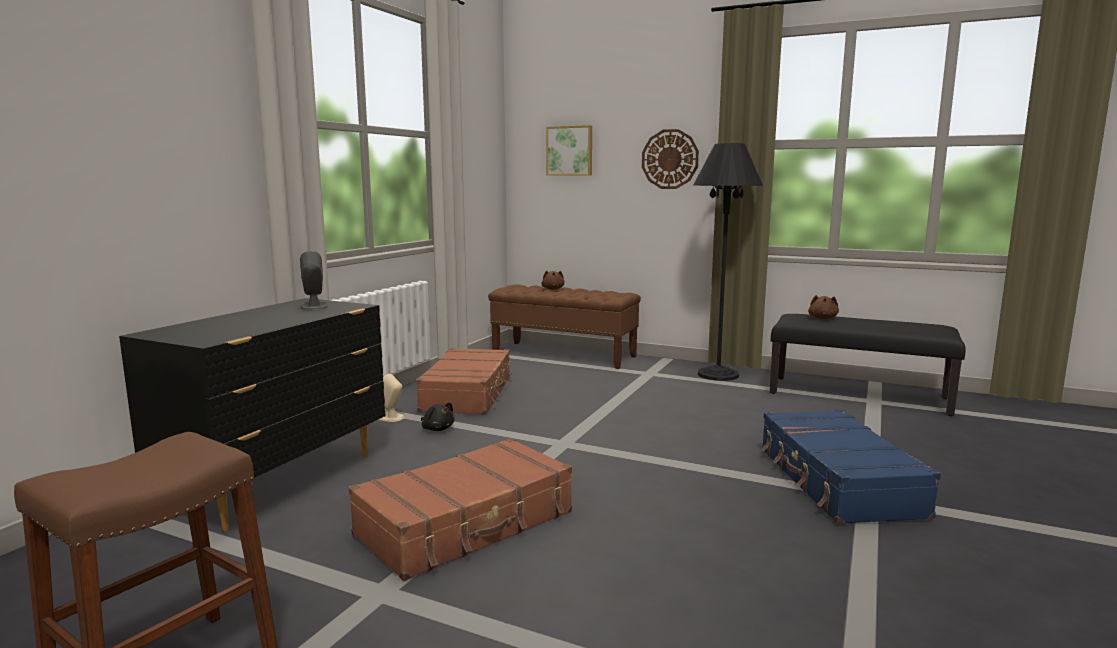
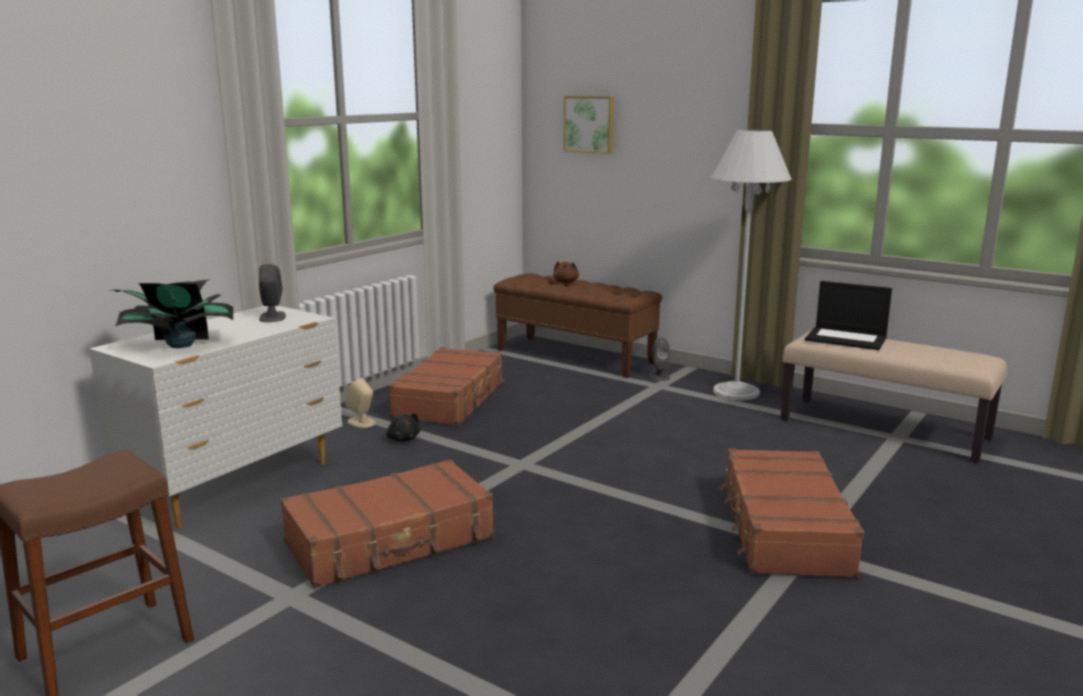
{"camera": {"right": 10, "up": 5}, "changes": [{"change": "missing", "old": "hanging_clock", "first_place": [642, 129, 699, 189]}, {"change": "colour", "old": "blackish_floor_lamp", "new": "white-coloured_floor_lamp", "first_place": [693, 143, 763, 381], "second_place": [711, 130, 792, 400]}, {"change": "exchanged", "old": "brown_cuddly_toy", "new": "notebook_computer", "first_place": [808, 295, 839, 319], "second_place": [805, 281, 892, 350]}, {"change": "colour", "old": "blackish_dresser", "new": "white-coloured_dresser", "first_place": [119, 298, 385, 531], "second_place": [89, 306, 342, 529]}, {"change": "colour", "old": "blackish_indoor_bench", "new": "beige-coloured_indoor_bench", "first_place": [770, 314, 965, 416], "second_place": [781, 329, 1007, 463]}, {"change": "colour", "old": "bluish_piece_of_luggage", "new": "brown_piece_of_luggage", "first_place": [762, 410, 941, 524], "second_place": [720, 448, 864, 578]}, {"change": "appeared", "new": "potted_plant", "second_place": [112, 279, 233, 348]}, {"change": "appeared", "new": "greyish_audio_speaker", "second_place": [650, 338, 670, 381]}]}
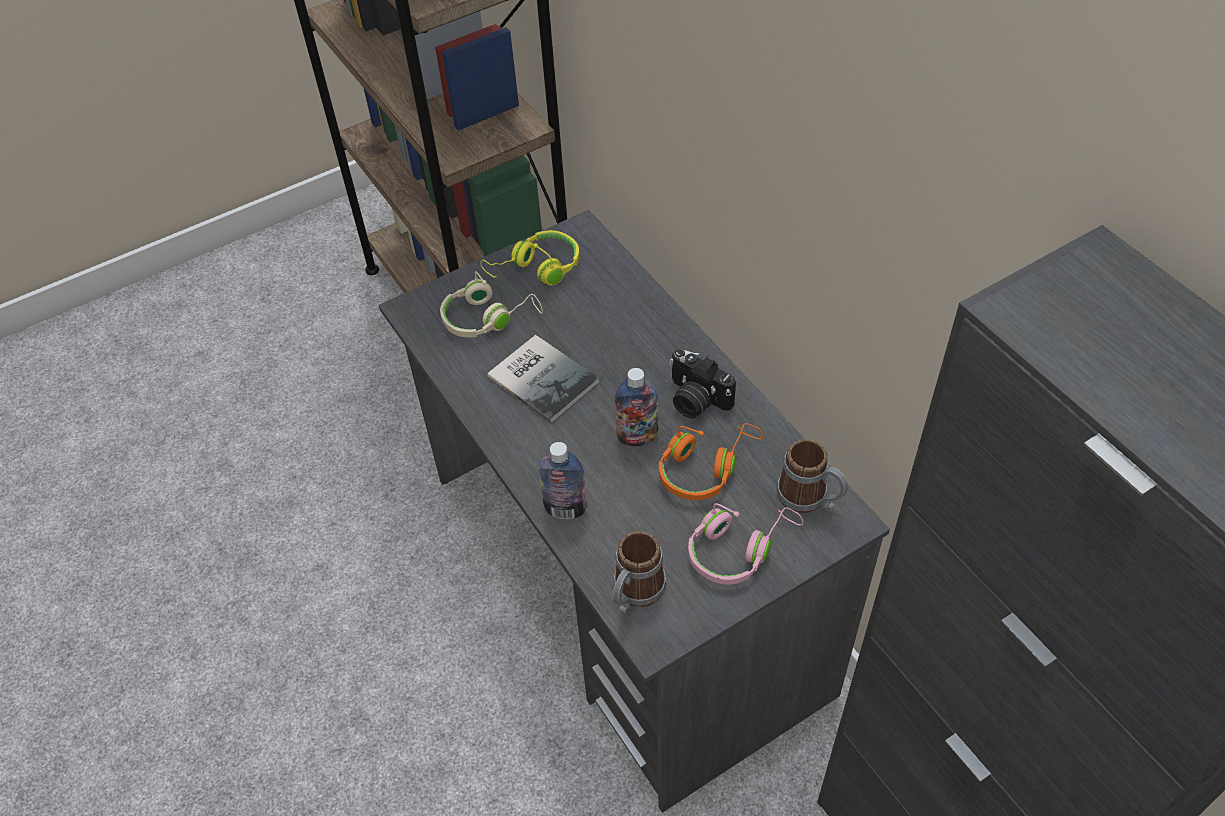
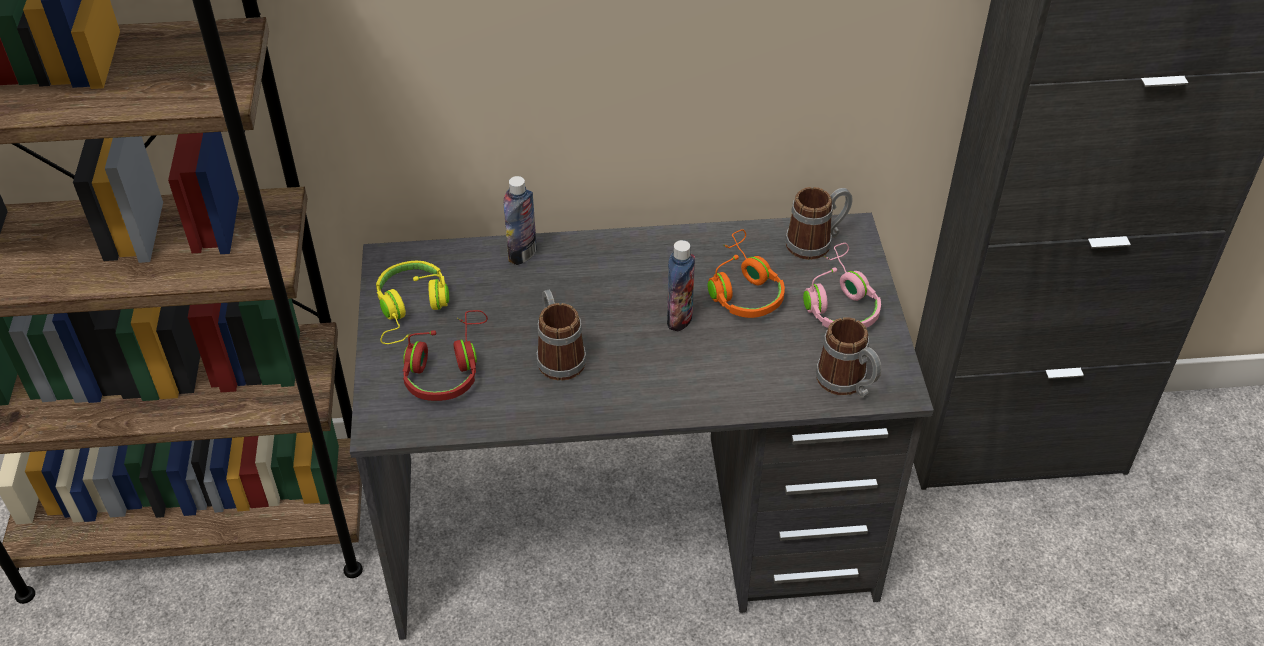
{"camera": {"right": -65, "up": -5}, "changes": [{"change": "colour", "old": "beige-coloured_headphones", "new": "red_headphones", "first_place": [440, 271, 543, 337], "second_place": [403, 310, 488, 401]}, {"change": "exchanged", "old": "book", "new": "coffee_mug", "first_place": [487, 335, 599, 423], "second_place": [536, 290, 587, 381]}, {"change": "missing", "old": "photo_camera", "first_place": [670, 349, 736, 418]}, {"change": "relocated", "old": "bottle", "first_place": [538, 442, 587, 519], "second_place": [504, 176, 537, 265]}]}
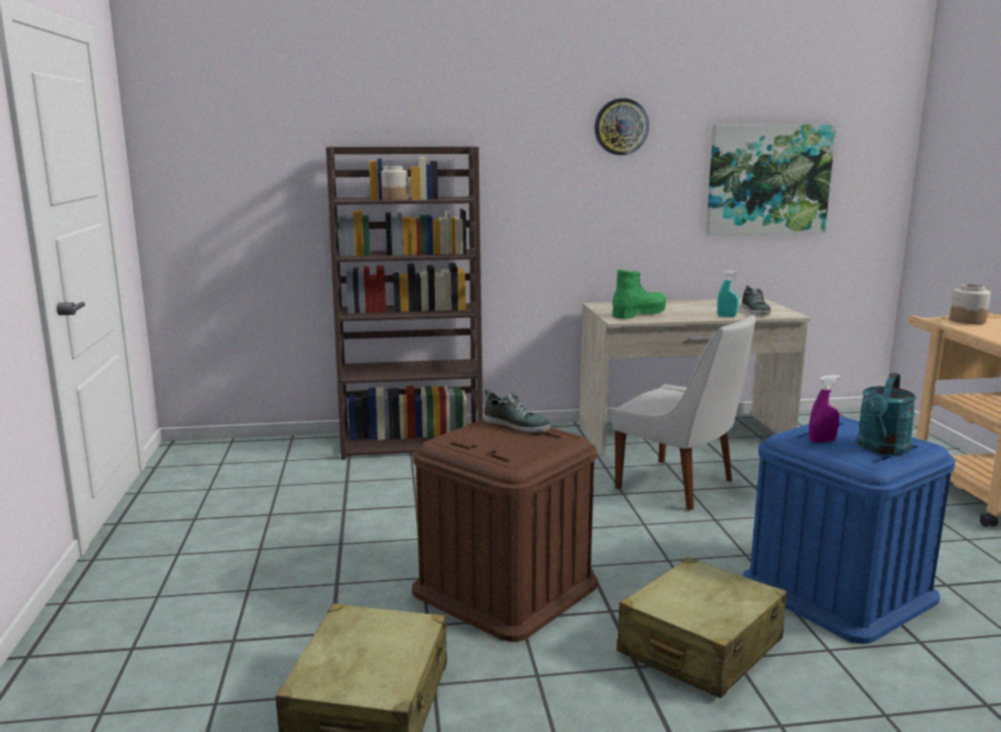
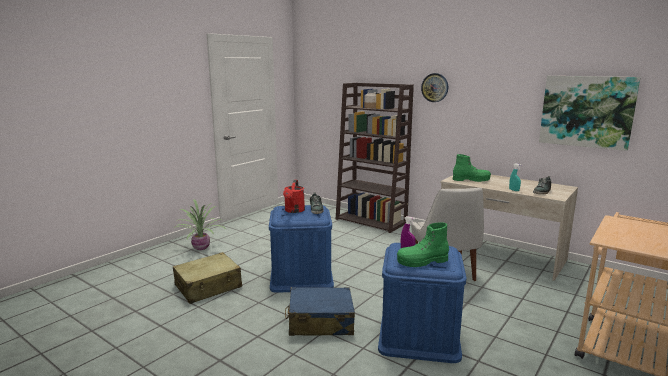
{"camera": {"right": 45, "up": 0}, "changes": [{"change": "relocated", "old": "hanging_clock", "first_place": [594, 98, 649, 155], "second_place": [421, 73, 448, 102]}, {"change": "missing", "old": "preserve_jar", "first_place": [950, 284, 991, 324]}, {"change": "exchanged", "old": "turquoise-coloured_watering_pot", "new": "greenish_boot", "first_place": [857, 373, 917, 455], "second_place": [397, 223, 449, 267]}, {"change": "colour", "old": "brown_storage_box", "new": "bluish_storage_box", "first_place": [412, 419, 598, 642], "second_place": [269, 205, 334, 293]}, {"change": "colour", "old": "beige-coloured_piece_of_luggage", "new": "bluish_piece_of_luggage", "first_place": [617, 557, 787, 698], "second_place": [285, 287, 355, 336]}, {"change": "appeared", "new": "red_watering_pot", "second_place": [283, 180, 305, 213]}, {"change": "appeared", "new": "potted_plant", "second_place": [172, 199, 227, 250]}]}
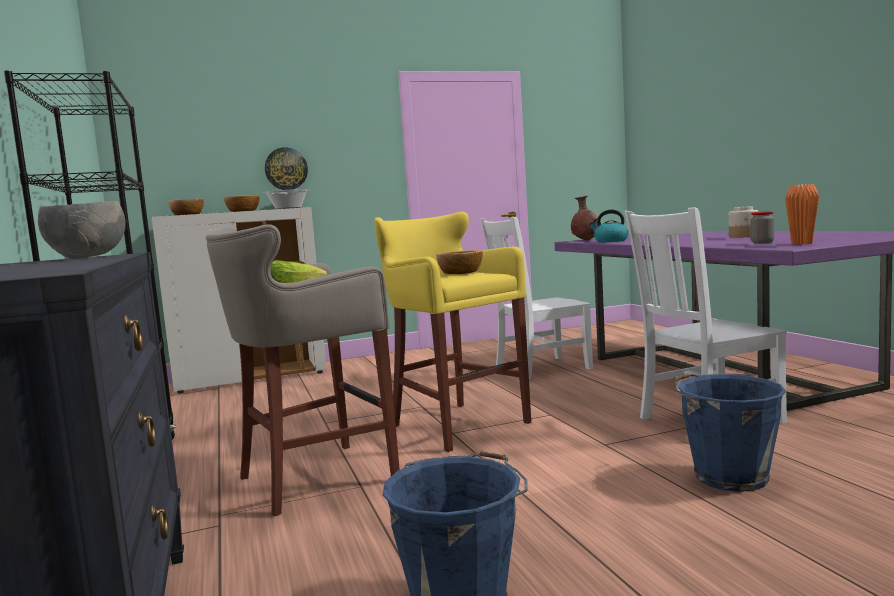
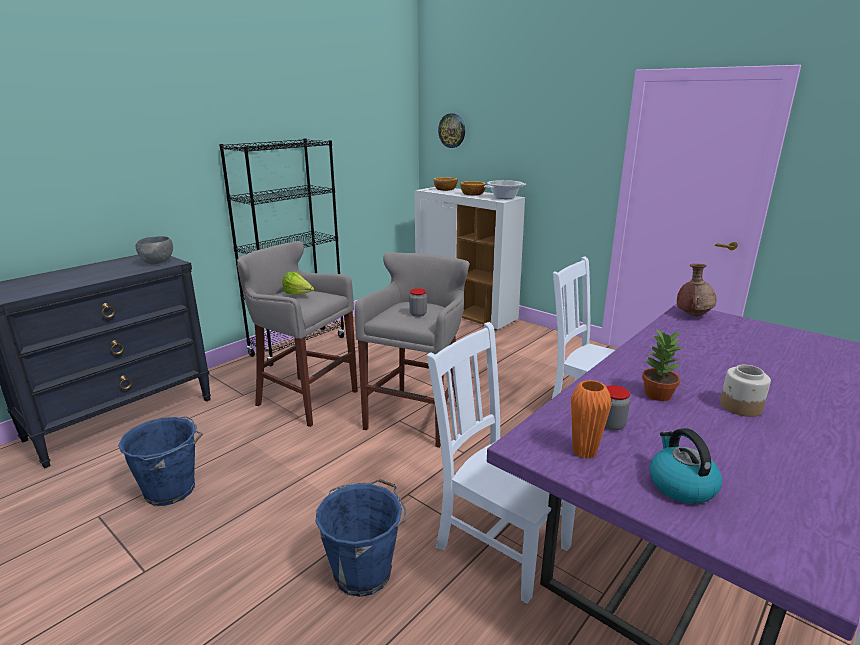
{"camera": {"right": 60, "up": 15}, "changes": [{"change": "relocated", "old": "hanging_clock", "first_place": [265, 147, 308, 190], "second_place": [438, 113, 465, 148]}, {"change": "relocated", "old": "water_kettle", "first_place": [589, 210, 628, 242], "second_place": [650, 428, 722, 504]}, {"change": "colour", "old": "yellowish_stool", "new": "greyish_stool", "first_place": [374, 212, 531, 452], "second_place": [355, 252, 469, 448]}, {"change": "exchanged", "old": "deep_dish", "new": "preserve_jar", "first_place": [436, 250, 483, 274], "second_place": [409, 288, 427, 317]}, {"change": "appeared", "new": "potted_plant", "second_place": [642, 329, 683, 401]}]}
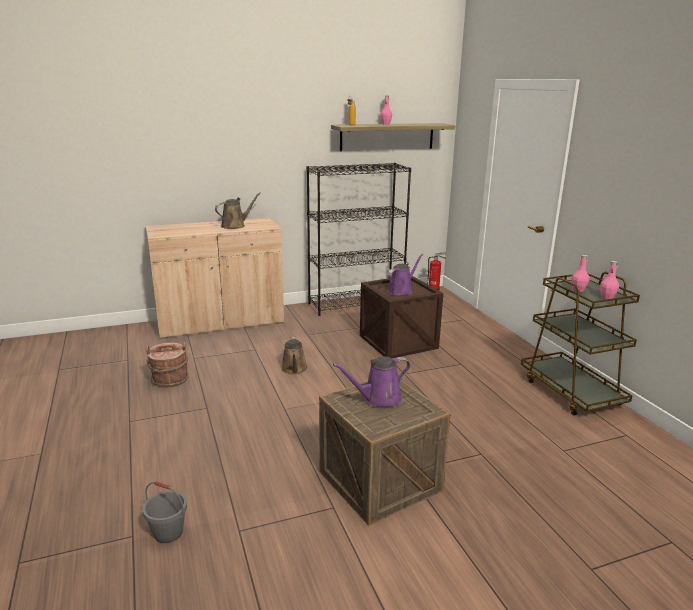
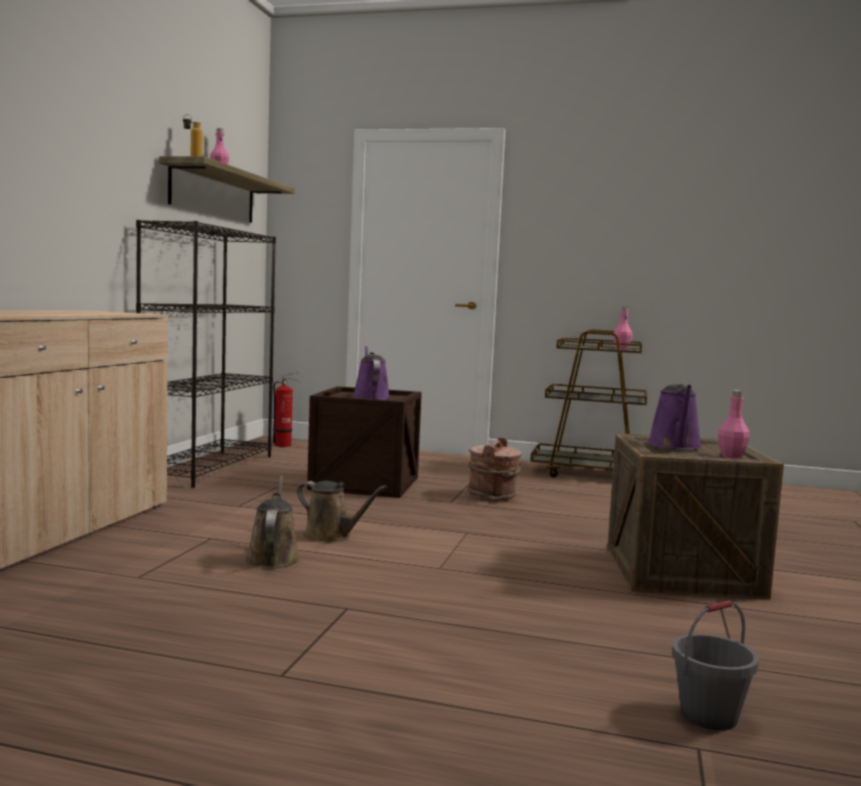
{"camera": {"right": -55, "up": -15}, "changes": [{"change": "relocated", "old": "brown_watering_pot", "first_place": [215, 192, 261, 229], "second_place": [245, 476, 300, 568]}, {"change": "relocated", "old": "pink_bottle", "first_place": [572, 255, 589, 292], "second_place": [718, 390, 750, 459]}, {"change": "relocated", "old": "brown_water_bucket", "first_place": [146, 342, 189, 388], "second_place": [467, 437, 522, 501]}]}
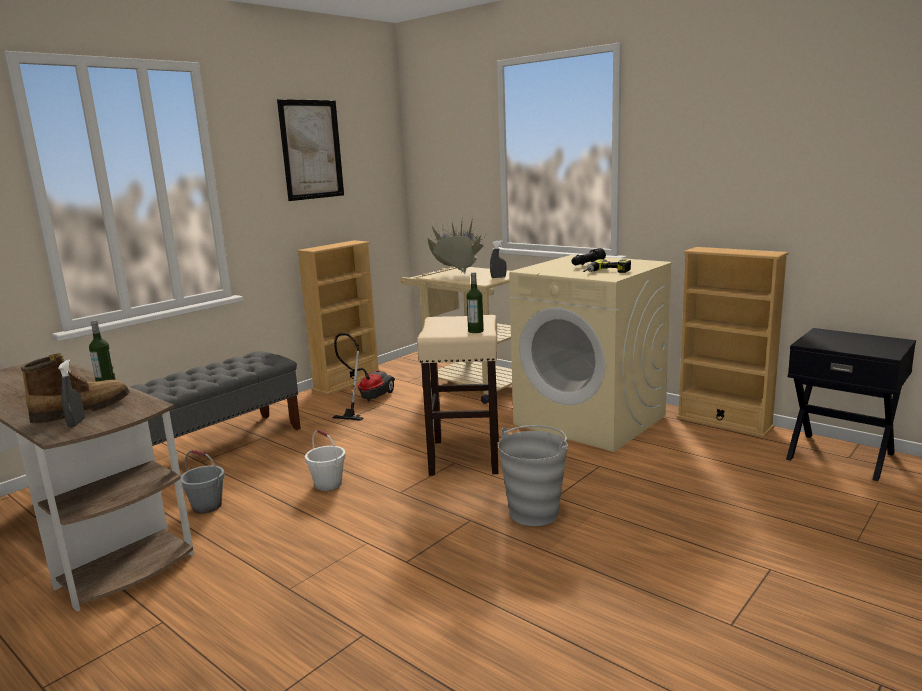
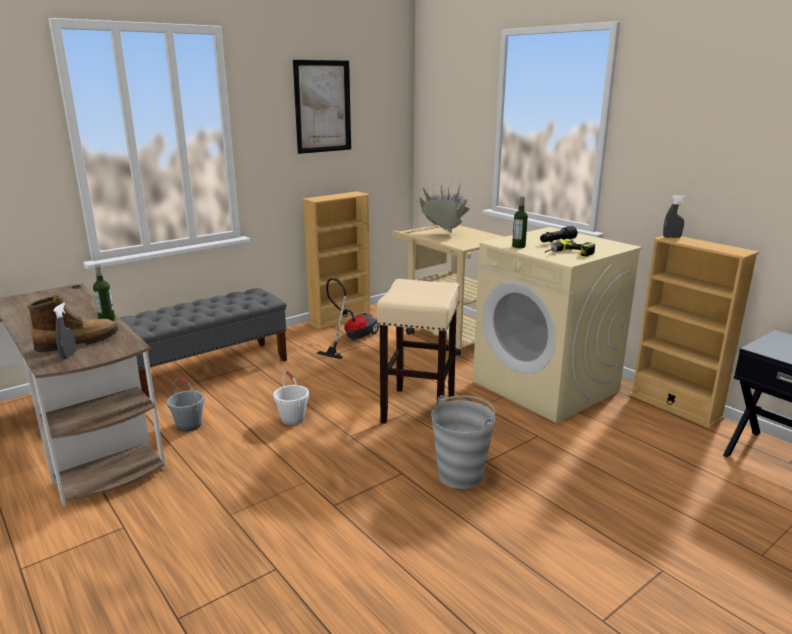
{"camera": {"right": 10, "up": 5}, "changes": [{"change": "relocated", "old": "greyish_spray_bottle", "first_place": [490, 241, 506, 278], "second_place": [663, 195, 686, 238]}, {"change": "relocated", "old": "bottle", "first_place": [466, 272, 484, 333], "second_place": [512, 196, 528, 248]}]}
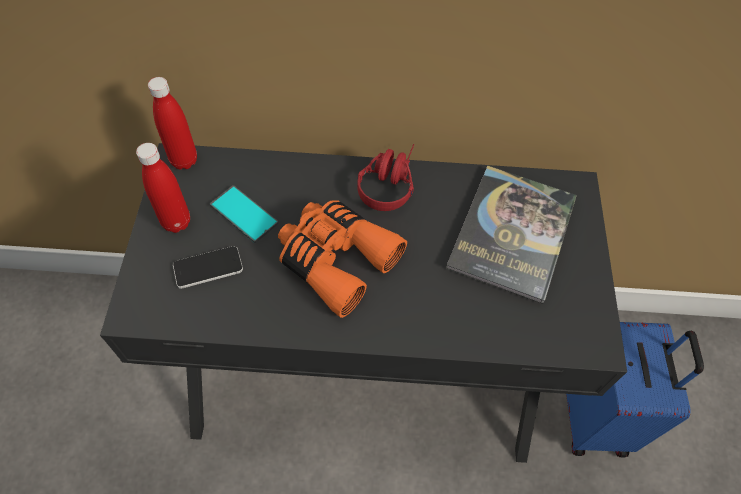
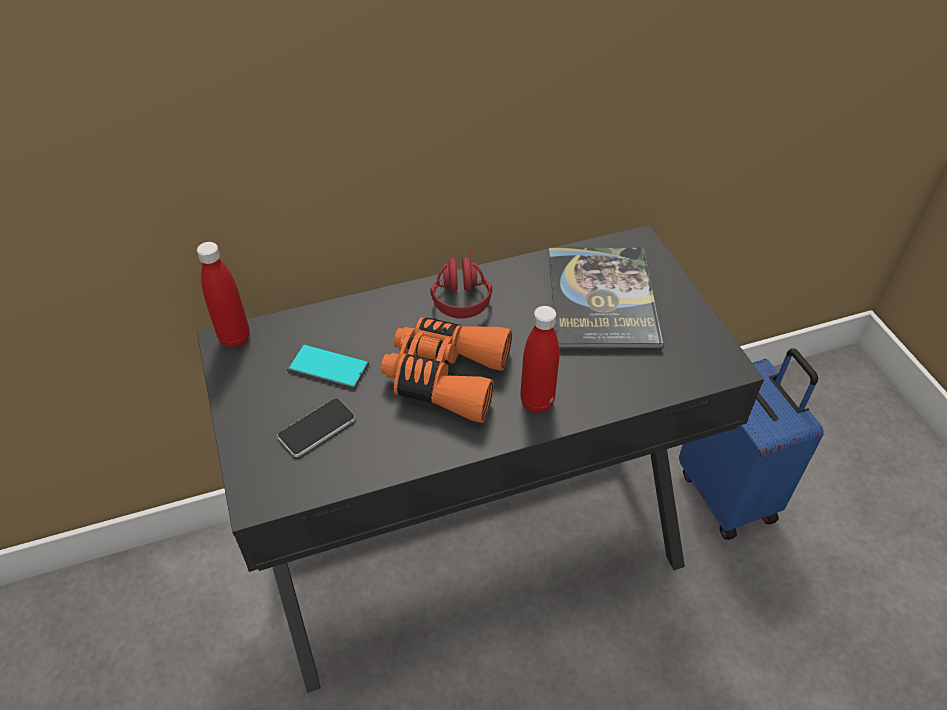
{"camera": {"right": -20, "up": -10}, "changes": [{"change": "relocated", "old": "red_bottle", "first_place": [136, 143, 190, 233], "second_place": [520, 306, 559, 413]}]}
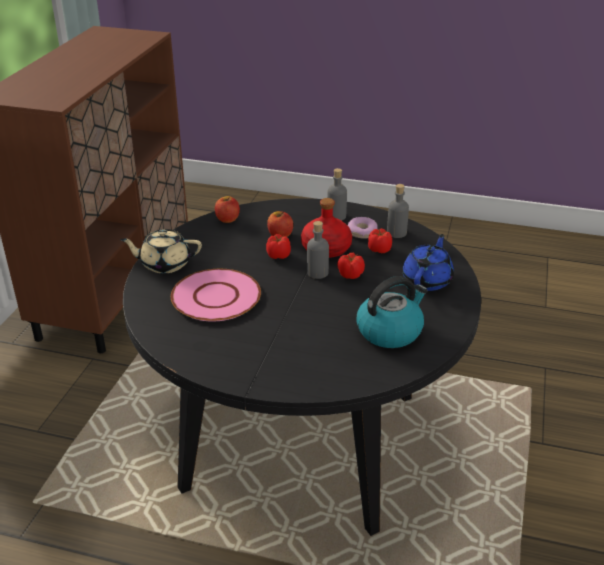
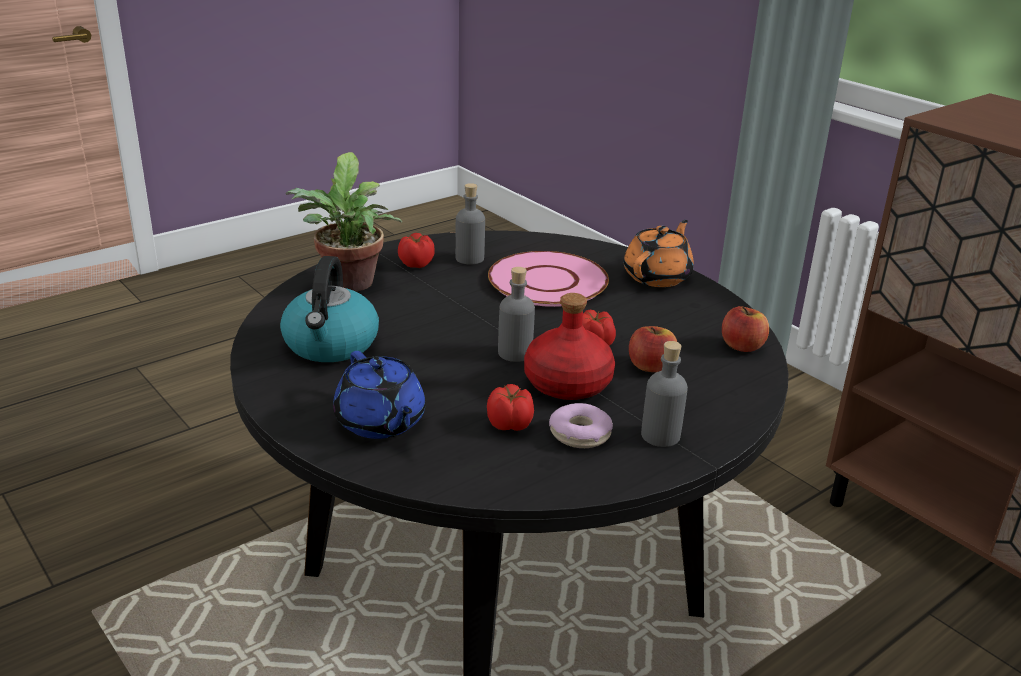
{"camera": {"right": 125, "up": -5}, "changes": [{"change": "relocated", "old": "greyish_bottle", "first_place": [387, 184, 409, 238], "second_place": [455, 183, 485, 265]}, {"change": "colour", "old": "beige-coloured_pot_for_tea", "new": "orange-coloured_pot_for_tea", "first_place": [120, 229, 202, 273], "second_place": [624, 220, 694, 287]}, {"change": "relocated", "old": "tomato", "first_place": [337, 252, 365, 279], "second_place": [398, 233, 435, 268]}, {"change": "appeared", "new": "potted_plant", "second_place": [286, 152, 403, 292]}]}
